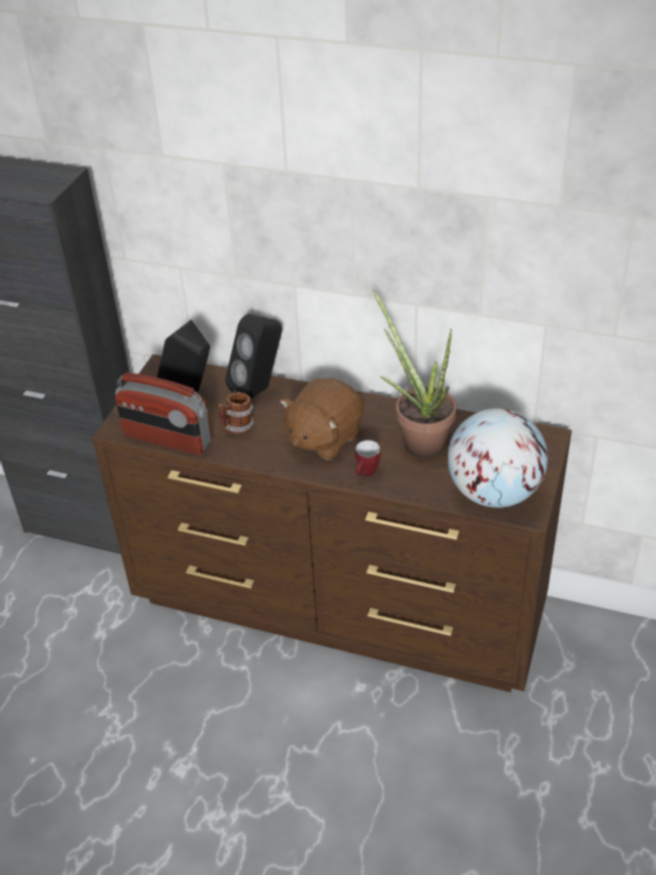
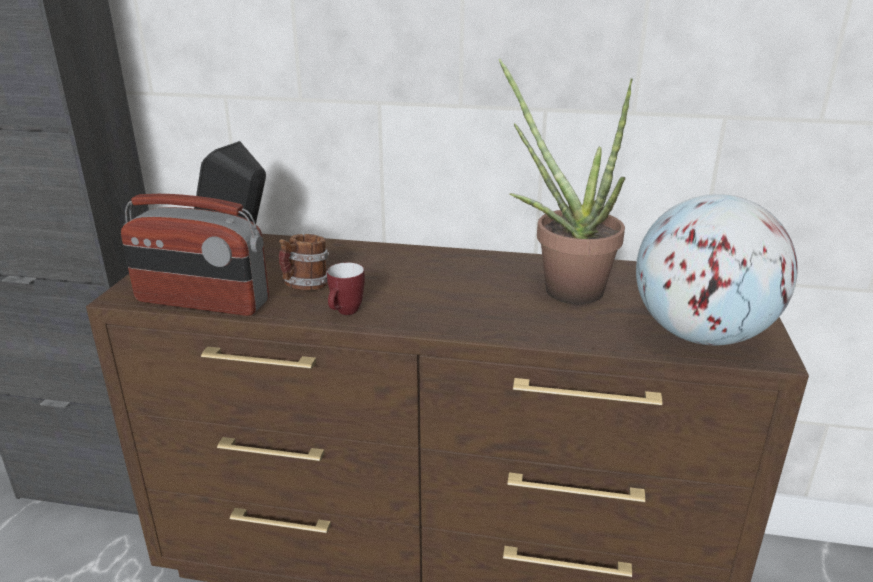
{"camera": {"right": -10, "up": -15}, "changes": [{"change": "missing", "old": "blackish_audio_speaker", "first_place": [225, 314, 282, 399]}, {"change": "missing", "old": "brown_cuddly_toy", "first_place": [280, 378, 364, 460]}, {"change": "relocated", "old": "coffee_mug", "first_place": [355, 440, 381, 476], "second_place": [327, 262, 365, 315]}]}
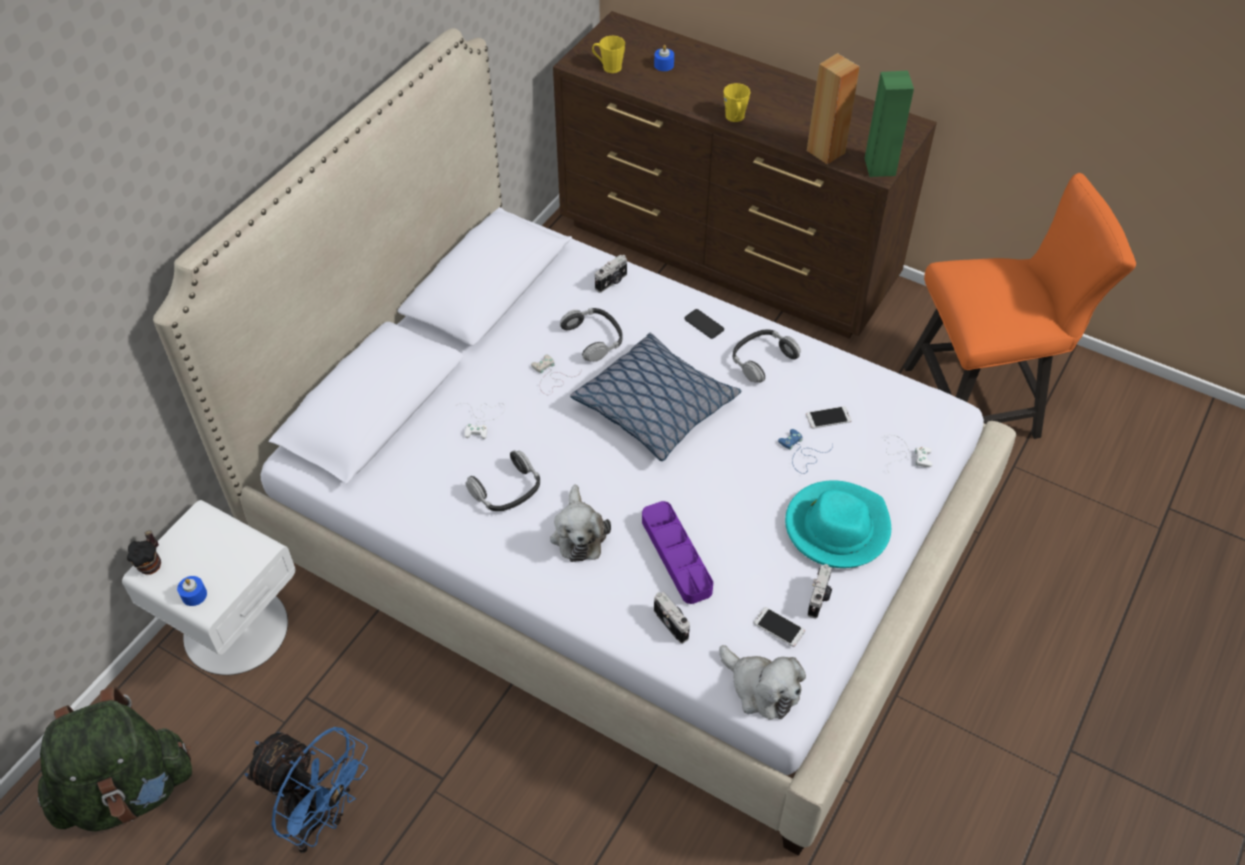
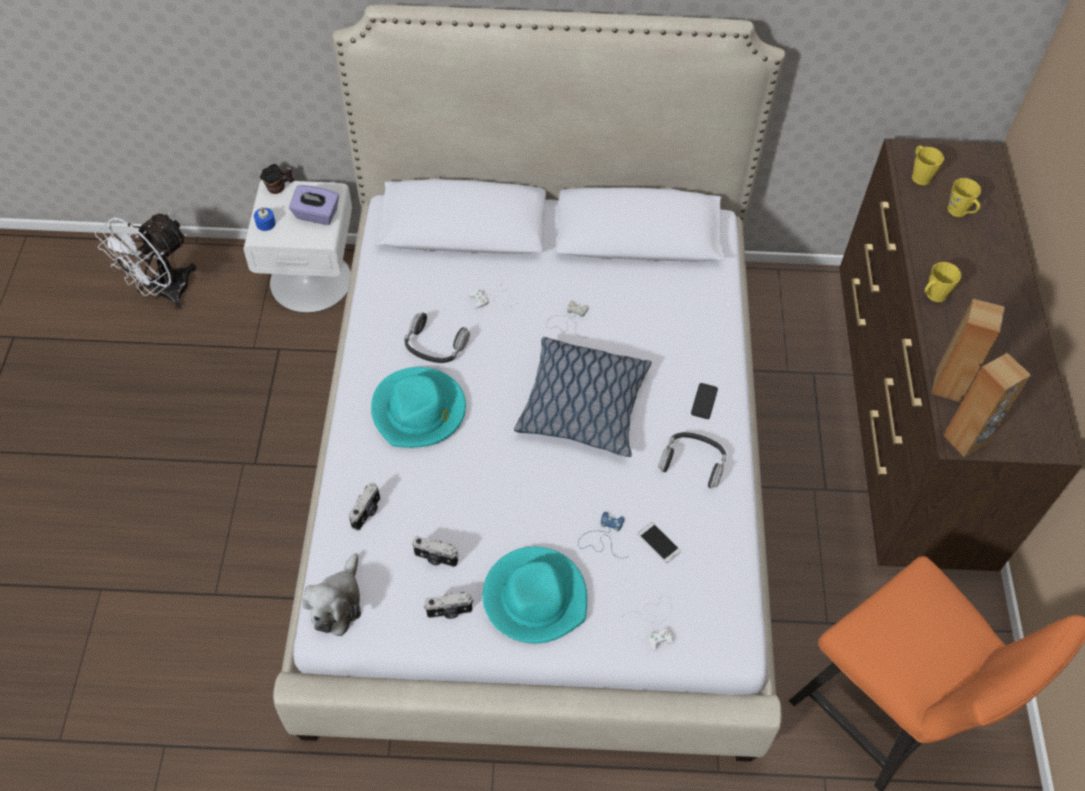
{"camera": {"right": 60, "up": 5}, "changes": [{"change": "exchanged", "old": "bluish_wax_light", "new": "yellowish_coffee_mug", "first_place": [654, 45, 674, 71], "second_place": [947, 178, 981, 217]}, {"change": "colour", "old": "greenish_audio_speaker", "new": "brown_audio_speaker", "first_place": [865, 70, 914, 177], "second_place": [943, 353, 1031, 457]}, {"change": "relocated", "old": "photo_camera", "first_place": [595, 254, 627, 293], "second_place": [412, 536, 459, 567]}, {"change": "missing", "old": "headphones", "first_place": [560, 308, 623, 362]}, {"change": "exchanged", "old": "cuddly_toy", "new": "turquoise-coloured_hat", "first_place": [550, 485, 611, 562], "second_place": [371, 367, 466, 448]}, {"change": "missing", "old": "purple-coloured_tray", "first_place": [642, 501, 713, 604]}, {"change": "missing", "old": "telephone", "first_place": [754, 607, 805, 647]}, {"change": "exchanged", "old": "greenish_rucksack", "new": "white-coloured_fan", "first_place": [38, 686, 192, 831], "second_place": [95, 213, 196, 310]}, {"change": "missing", "old": "bluish_fan", "first_place": [245, 727, 368, 853]}, {"change": "appeared", "new": "purple-coloured_box_of_tissues", "second_place": [289, 185, 339, 225]}]}
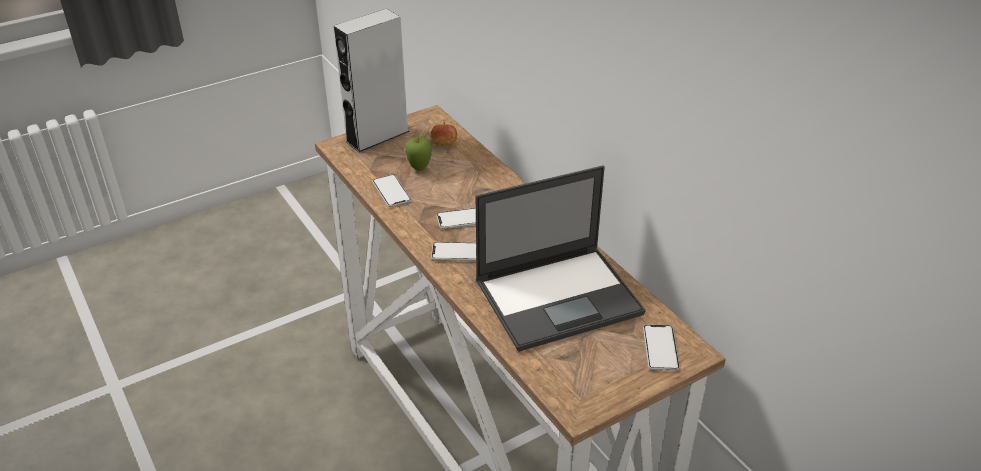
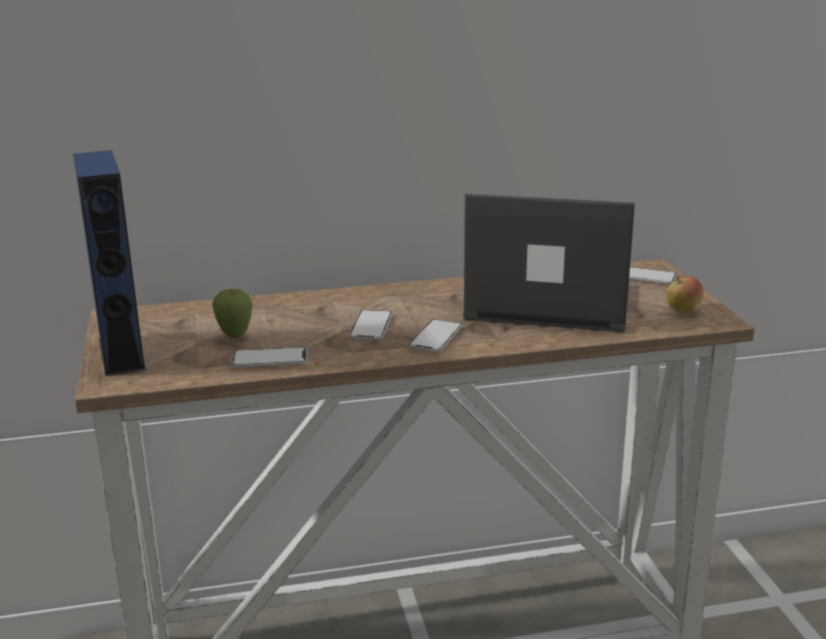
{"camera": {"right": -70, "up": -15}, "changes": [{"change": "colour", "old": "greyish_audio_speaker", "new": "bluish_audio_speaker", "first_place": [334, 9, 409, 152], "second_place": [73, 150, 146, 376]}, {"change": "relocated", "old": "apple_fruit", "first_place": [431, 122, 457, 146], "second_place": [666, 276, 704, 313]}, {"change": "spun", "old": "notebook_computer", "first_place": [476, 166, 645, 352], "second_place": [463, 194, 635, 332], "degrees": -75}]}
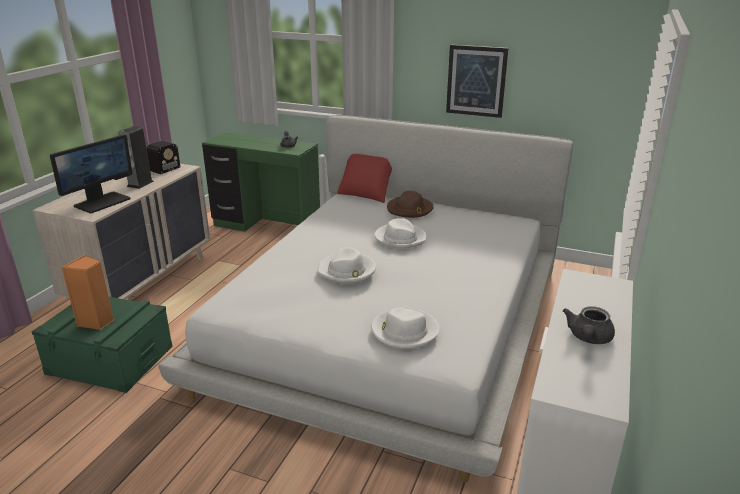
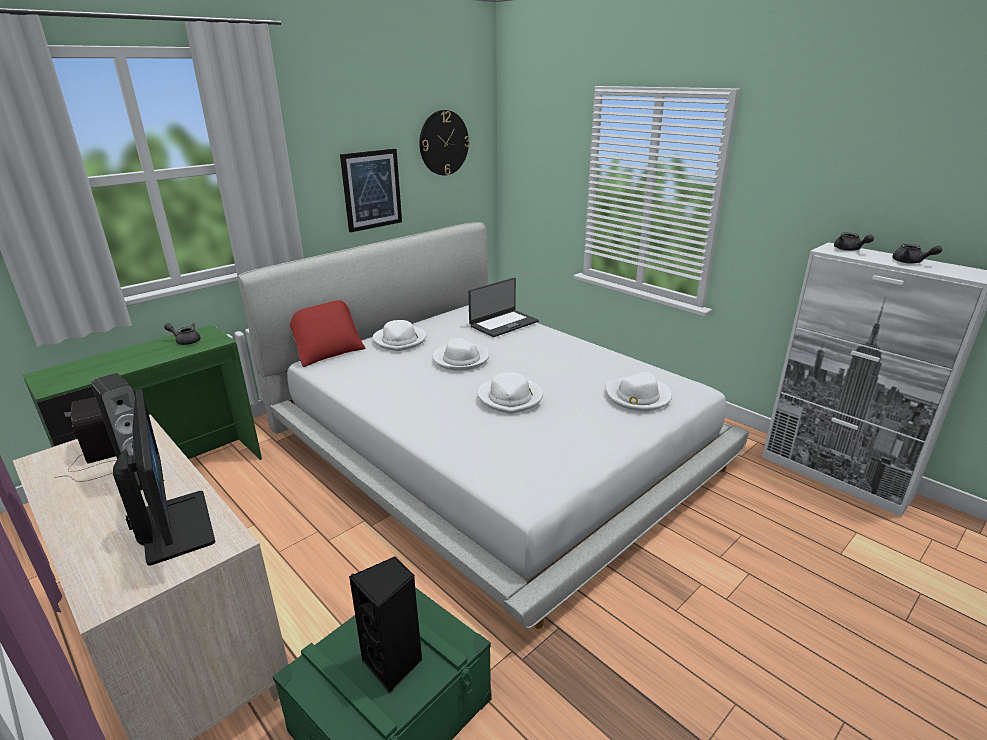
{"camera": {"right": -65, "up": 0}, "changes": [{"change": "colour", "old": "brown_hat", "new": "white-coloured_hat", "first_place": [387, 191, 434, 218], "second_place": [373, 320, 427, 351]}, {"change": "colour", "old": "orange-coloured_audio_speaker", "new": "blackish_audio_speaker", "first_place": [61, 255, 114, 330], "second_place": [349, 557, 423, 694]}, {"change": "appeared", "new": "hanging_clock", "second_place": [419, 110, 470, 175]}, {"change": "appeared", "new": "greyish_pot_for_tea", "second_place": [834, 232, 874, 251]}, {"change": "appeared", "new": "notebook_computer", "second_place": [468, 278, 539, 337]}]}
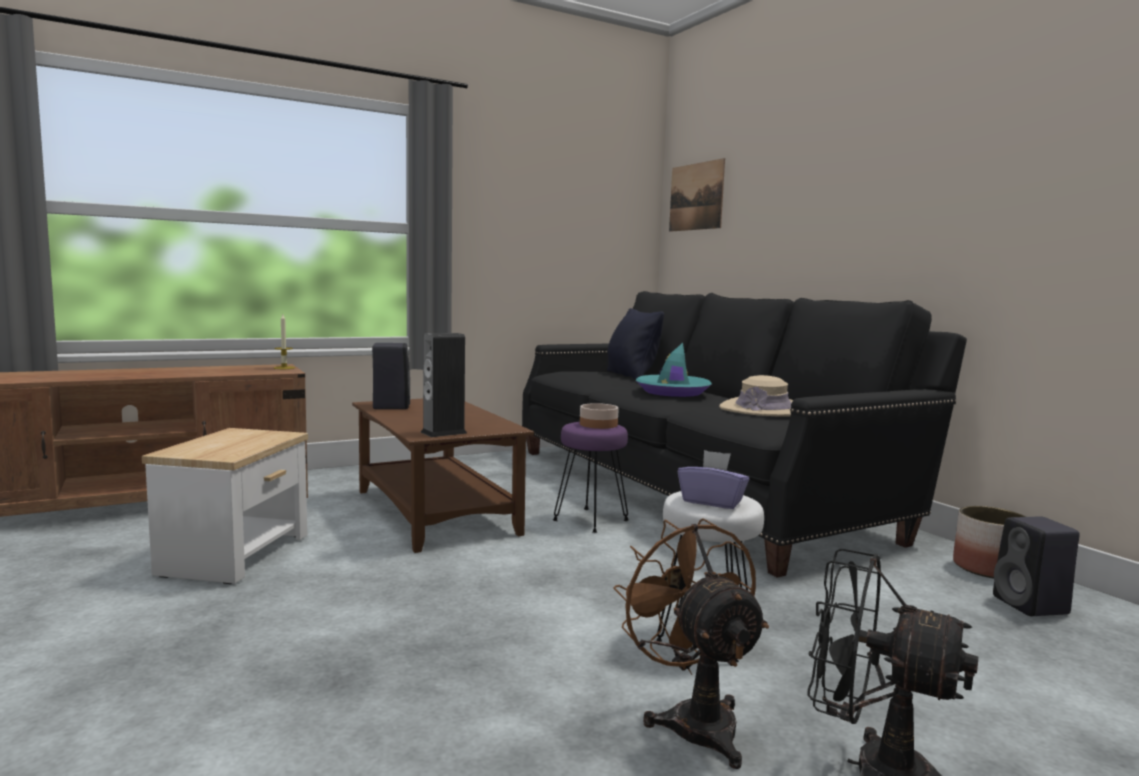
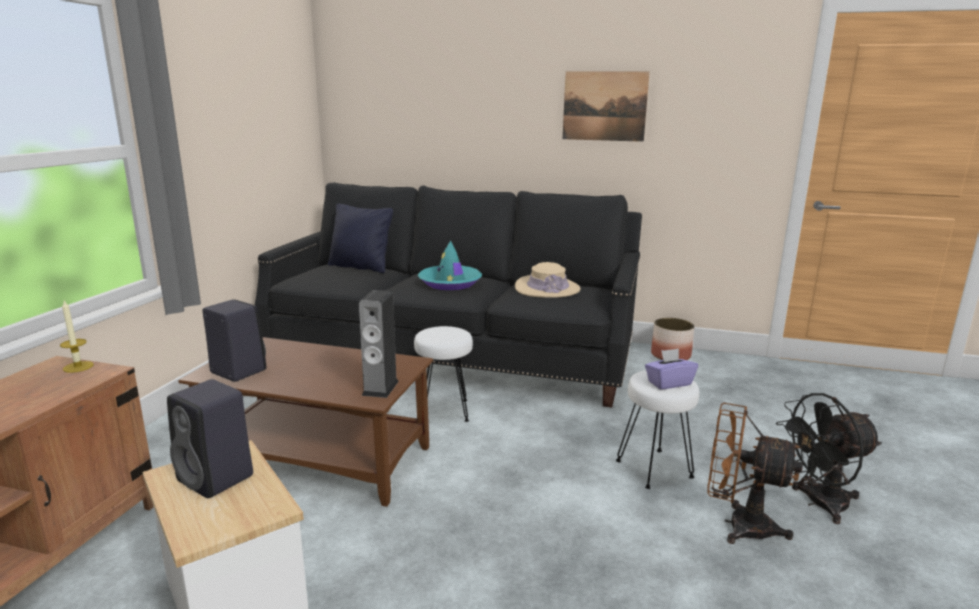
{"camera": {"right": -45, "up": 10}, "changes": [{"change": "relocated", "old": "picture", "first_place": [669, 158, 725, 232], "second_place": [563, 71, 650, 142]}, {"change": "missing", "old": "deep_dish", "first_place": [580, 403, 619, 429]}, {"change": "colour", "old": "purple-coloured_stool", "new": "white-coloured_stool", "first_place": [553, 422, 629, 533], "second_place": [414, 326, 473, 422]}, {"change": "relocated", "old": "blackish_audio_speaker", "first_place": [993, 516, 1079, 616], "second_place": [167, 379, 253, 498]}]}
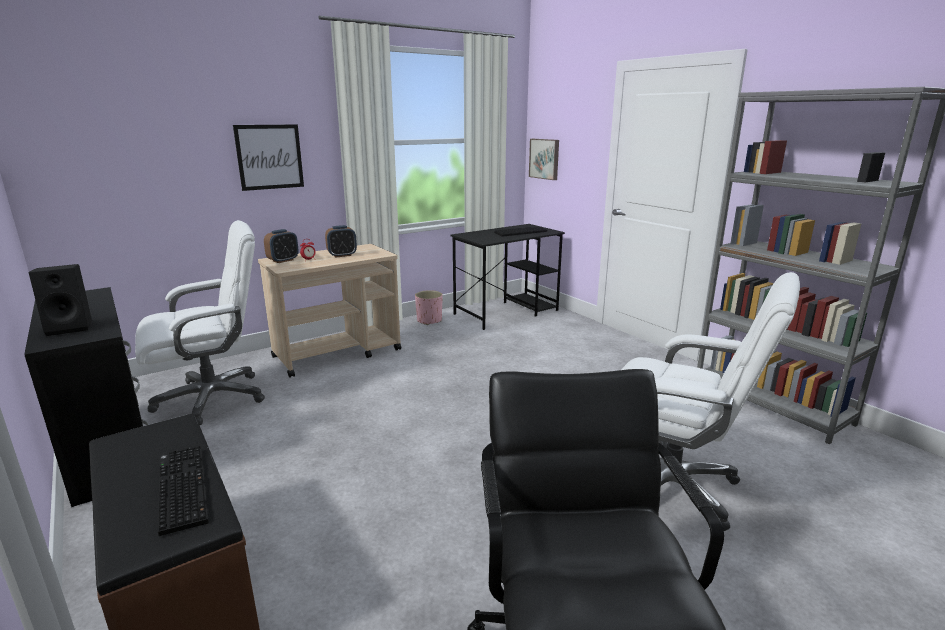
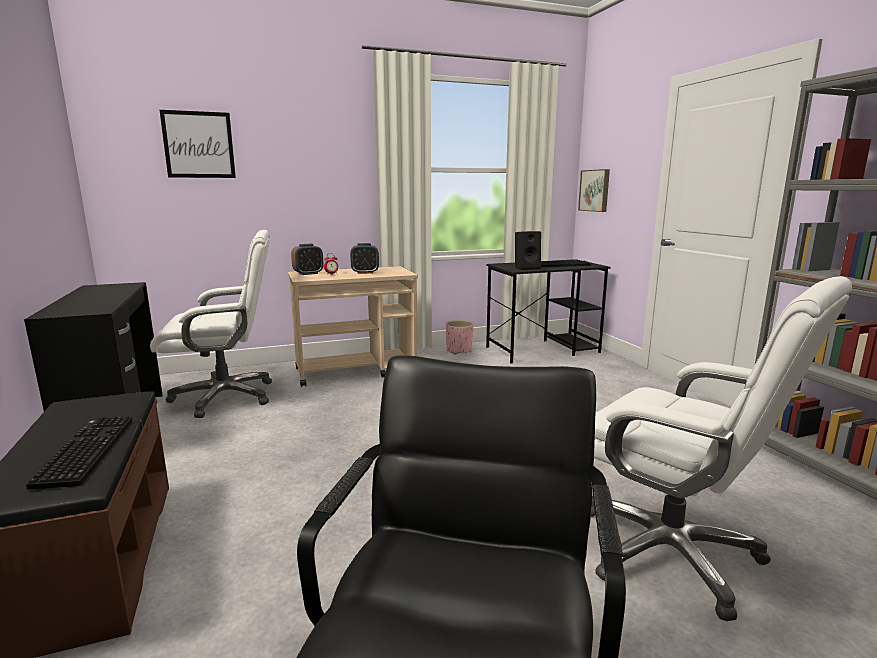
{"camera": {"right": 15, "up": -5}, "changes": [{"change": "relocated", "old": "picture", "first_place": [233, 124, 304, 191], "second_place": [160, 110, 236, 178]}, {"change": "relocated", "old": "blackish_audio_speaker", "first_place": [29, 264, 92, 336], "second_place": [515, 231, 541, 270]}]}
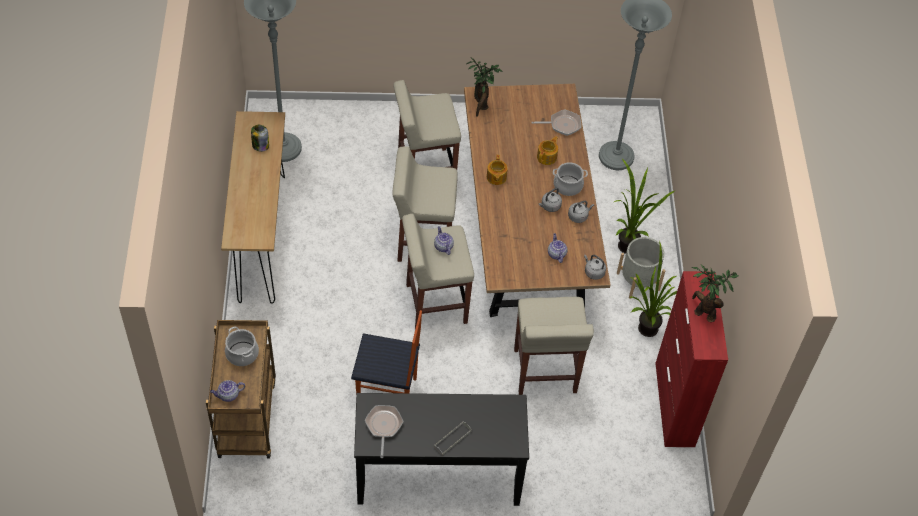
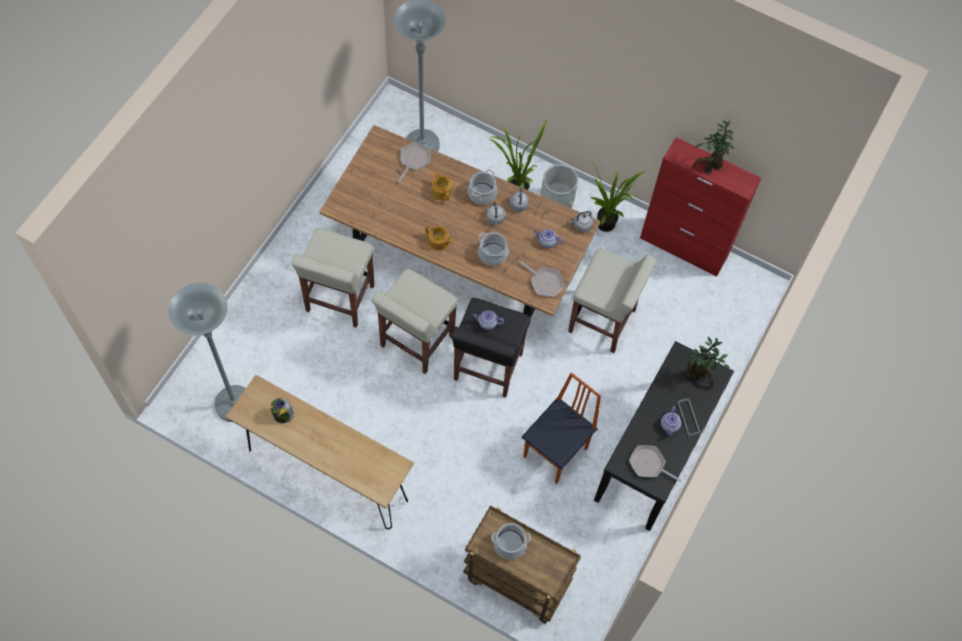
{"camera": {"right": -60, "up": 10}, "changes": [{"change": "relocated", "old": "potted_plant", "first_place": [467, 57, 503, 117], "second_place": [686, 337, 730, 389]}, {"change": "colour", "old": "beige-coloured_stool", "new": "blackish_stool", "first_place": [402, 214, 474, 329], "second_place": [452, 298, 530, 398]}, {"change": "relocated", "old": "pot_for_tea", "first_place": [210, 380, 245, 402], "second_place": [661, 406, 681, 436]}, {"change": "appeared", "new": "saucepot", "second_place": [478, 232, 509, 266]}, {"change": "appeared", "new": "pan", "second_place": [519, 260, 565, 297]}]}
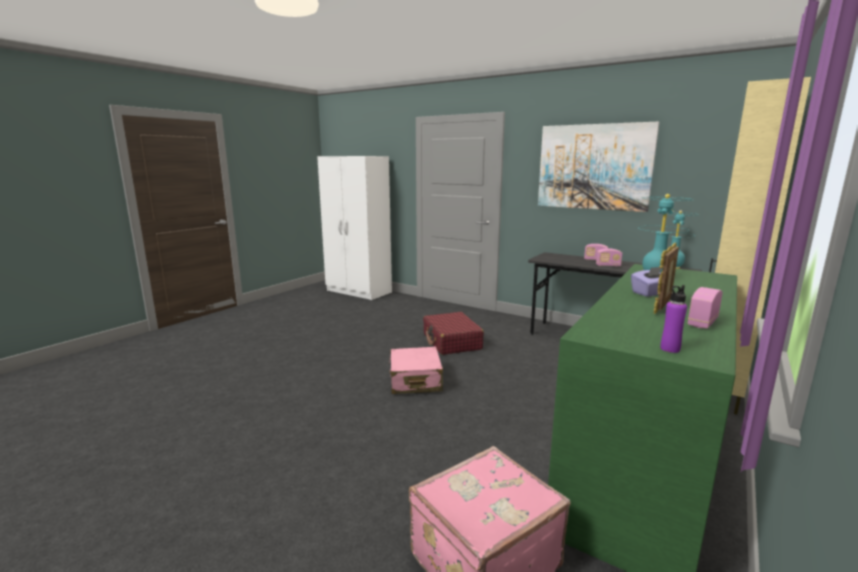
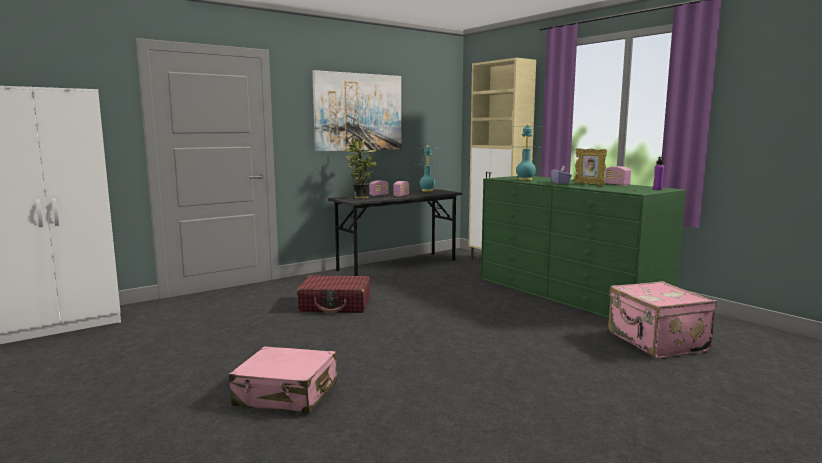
{"camera": {"right": -70, "up": -5}, "changes": [{"change": "relocated", "old": "pink_piece_of_luggage", "first_place": [388, 347, 443, 394], "second_place": [229, 346, 338, 414]}, {"change": "appeared", "new": "potted_plant", "second_place": [345, 137, 378, 199]}]}
